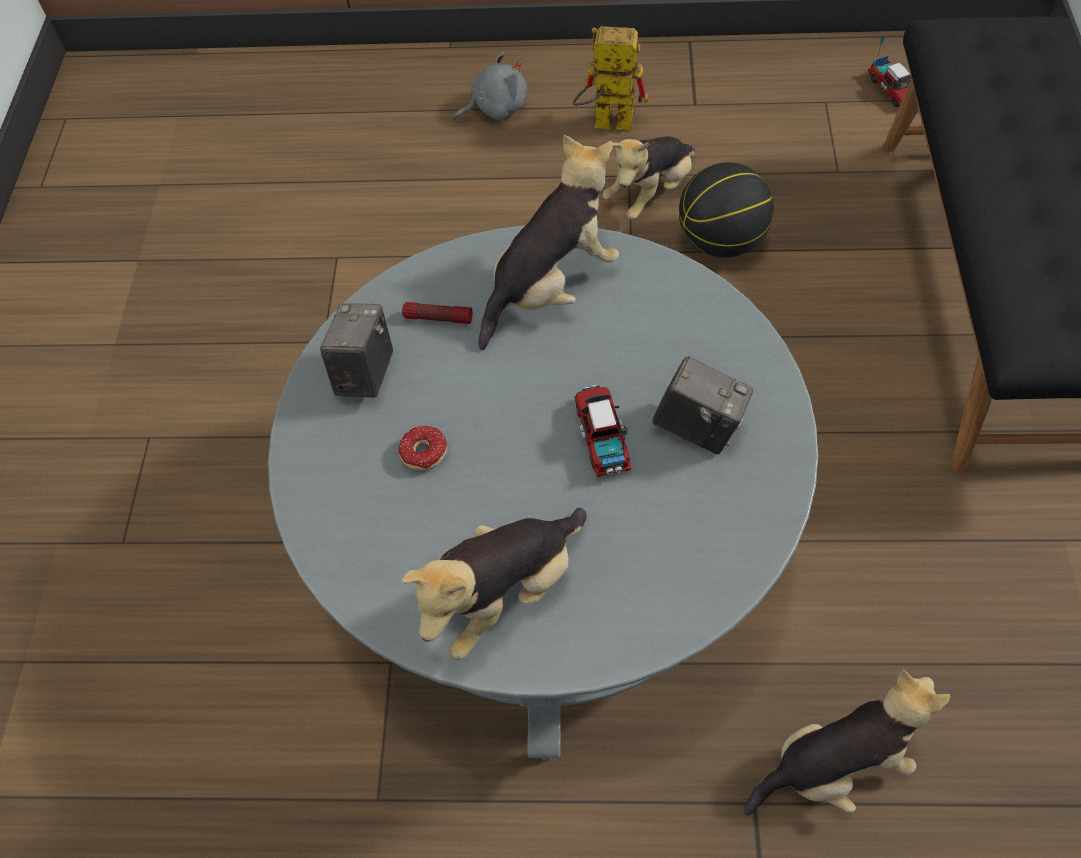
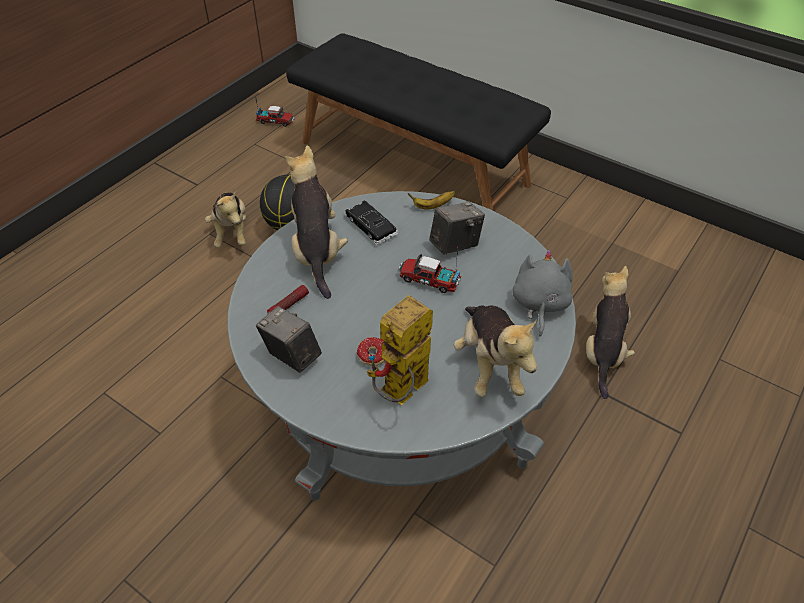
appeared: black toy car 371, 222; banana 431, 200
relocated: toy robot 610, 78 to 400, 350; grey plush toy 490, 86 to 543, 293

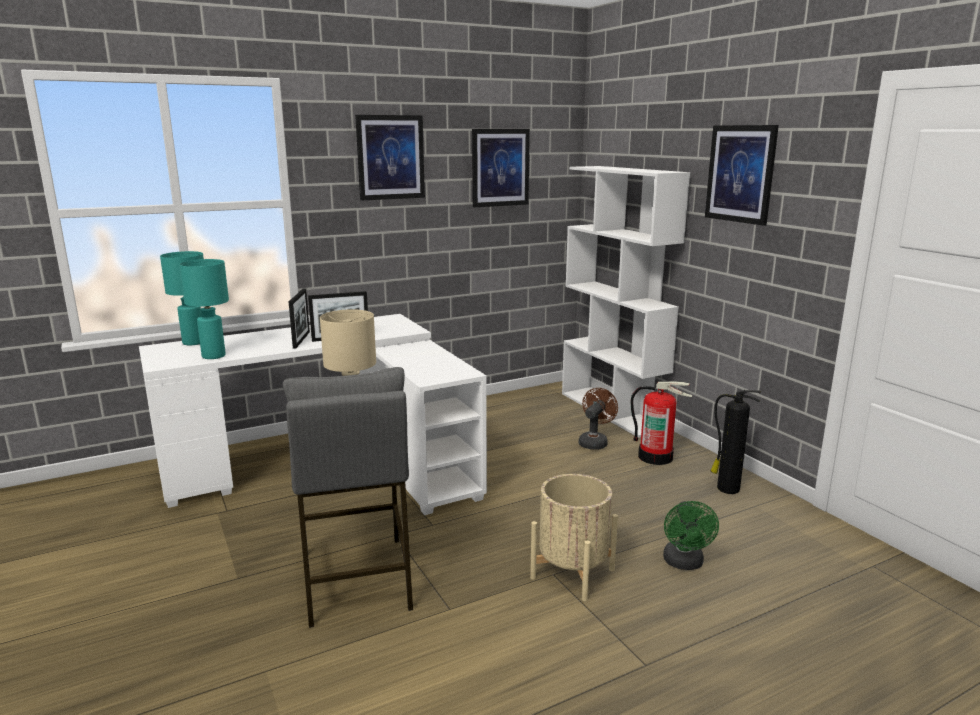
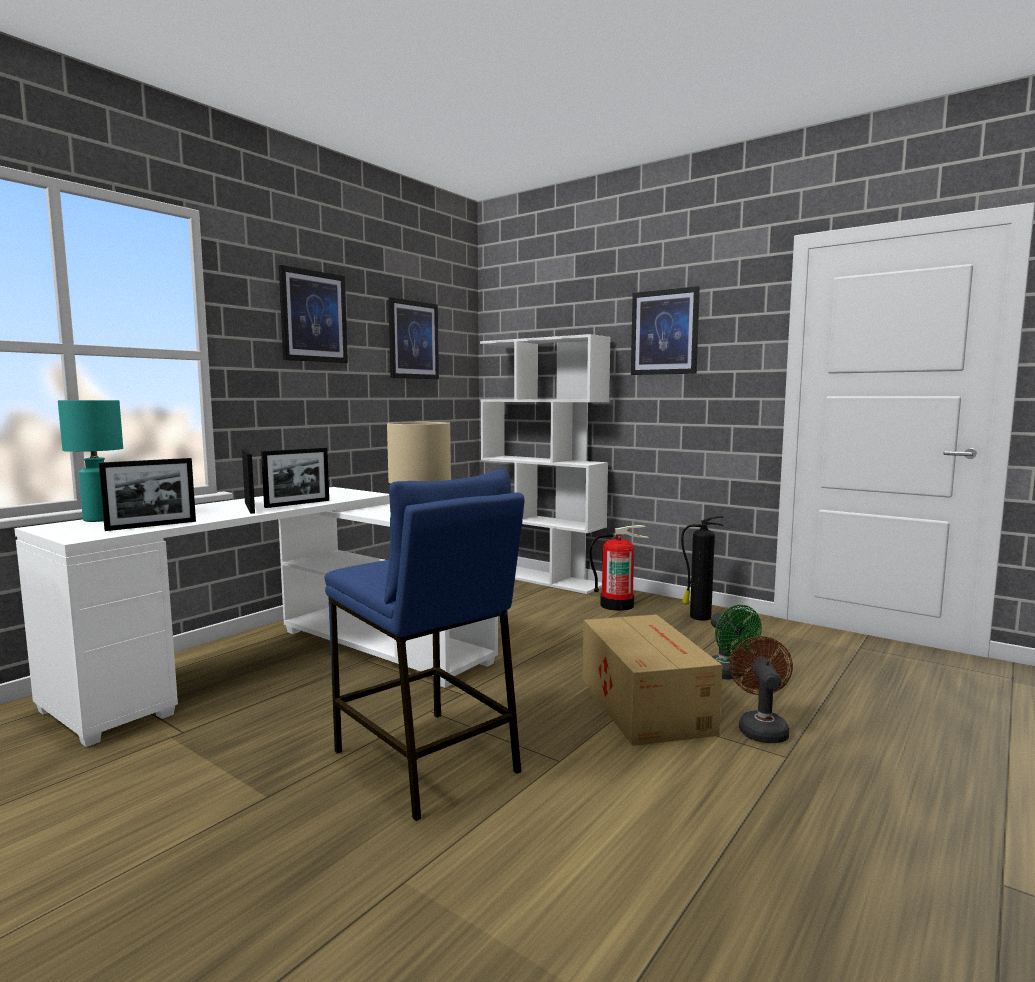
relocated: brown fan 598, 419 to 761, 689
exchanged: turquoise table lamp 204, 309 to picture frame 147, 494; beige planter 574, 537 to cardboard box 653, 680
colour: grey stool 348, 497 to blue stool 425, 645

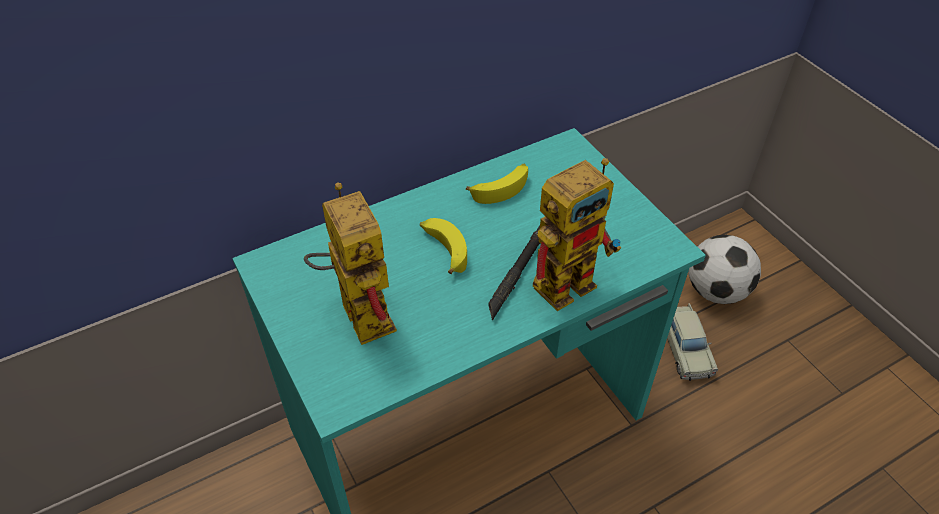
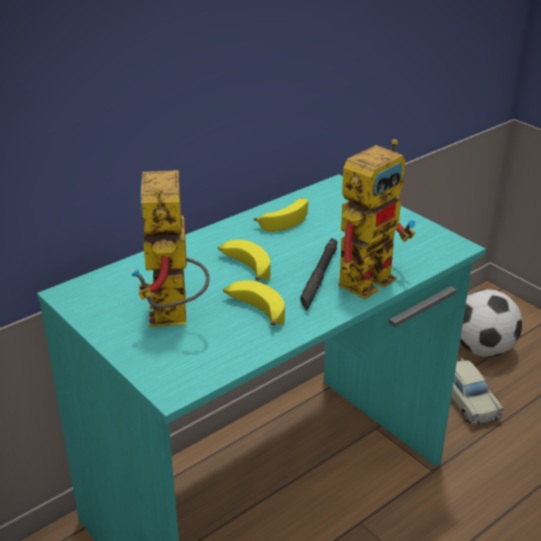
appeared: banana 254, 303
spun: toy robot 350, 264 = 170, 248 150 degrees counterclockwise

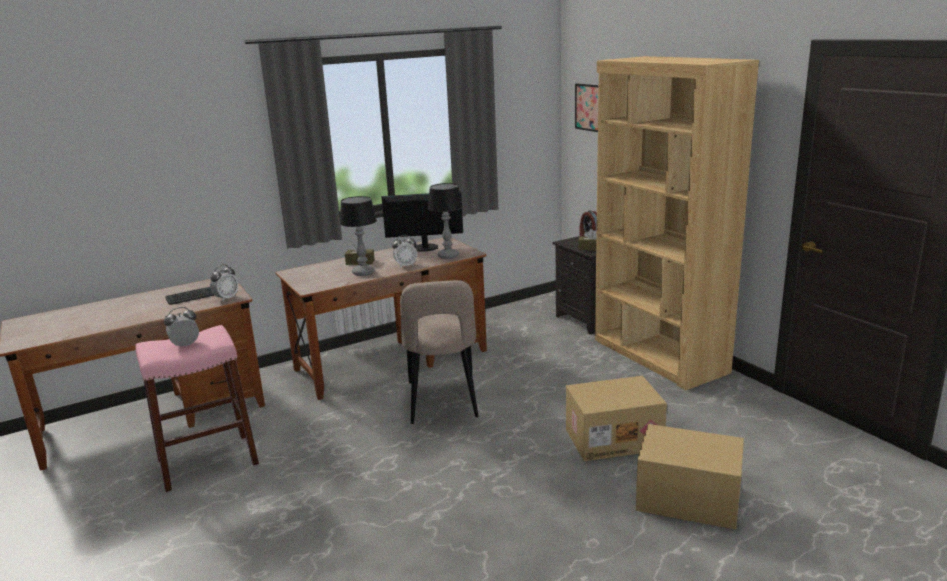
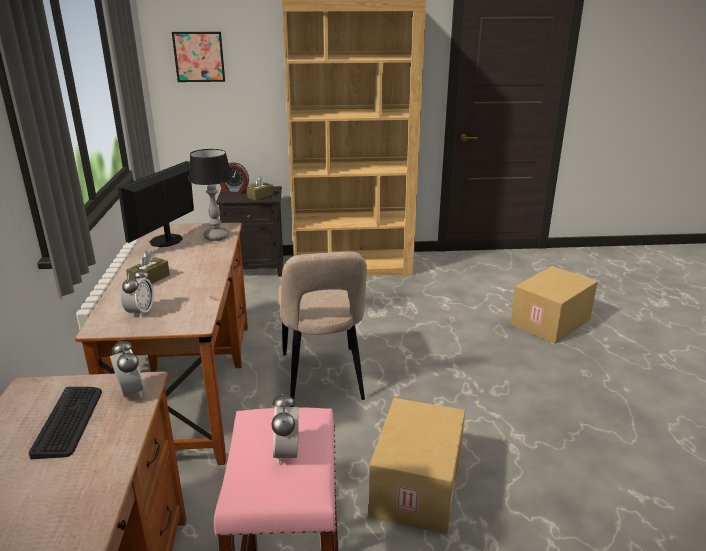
missing: table lamp 358, 236
relocated: alarm clock 404, 251 to 137, 292; cardboard box 616, 418 to 417, 466
spun: beige chair 439, 352 = 322, 329 60 degrees clockwise

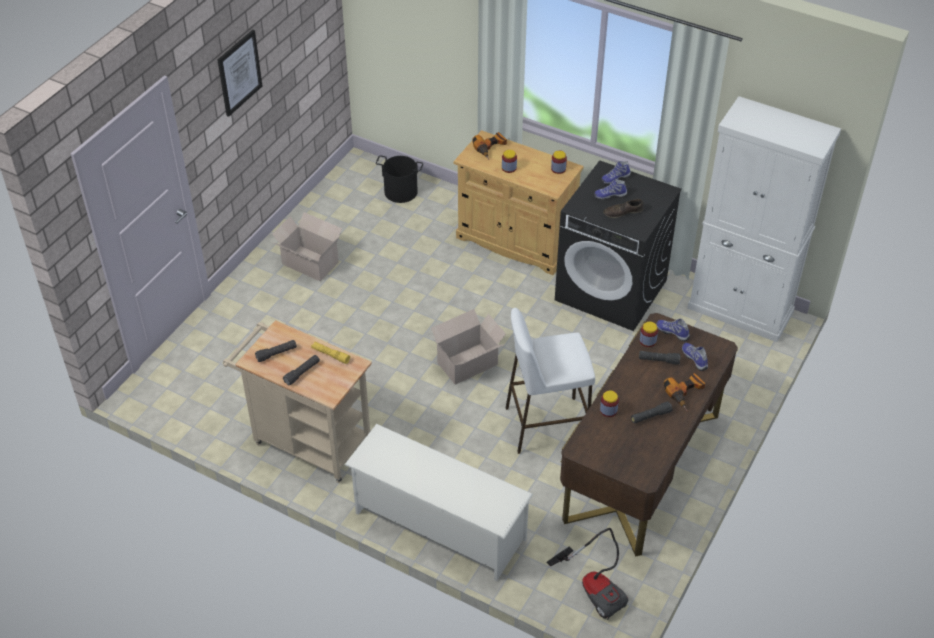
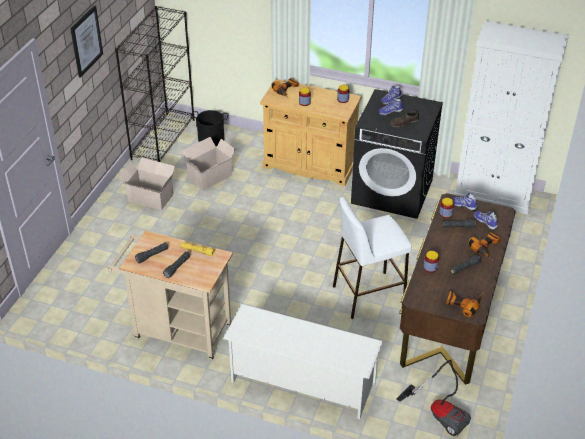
appeared: black bookcase 154, 84; power drill 465, 304
relocated: cardboard box 468, 347 to 208, 164

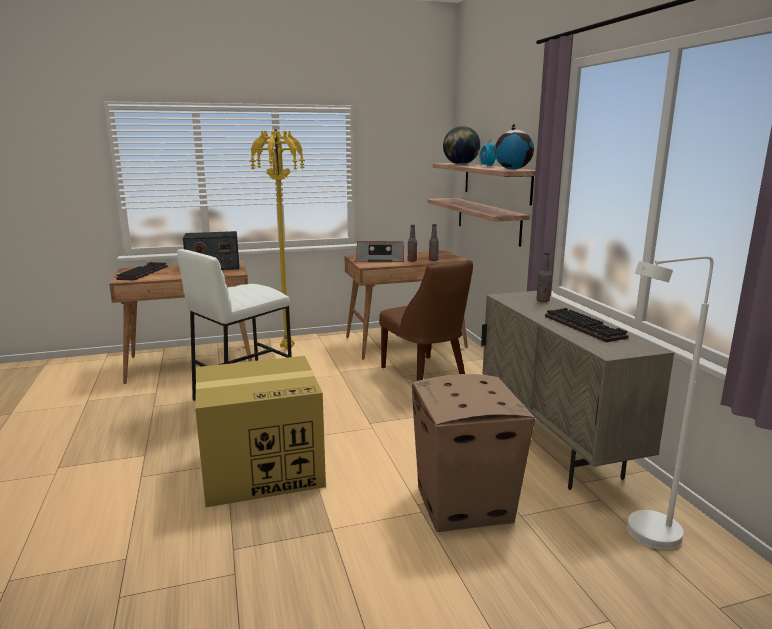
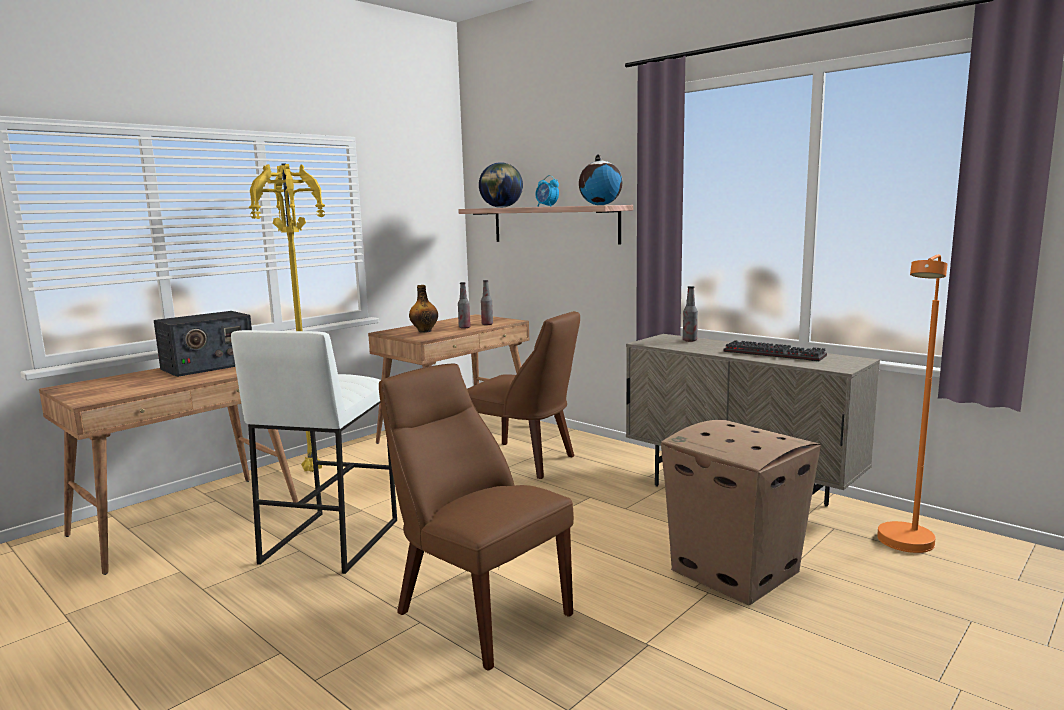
missing: keyboard 142, 271; shelf 478, 222
exchanged: cardboard box 260, 431 to brown chair 476, 517; radio 380, 251 to bottle 423, 309
colour: white floor lamp 670, 403 to orange floor lamp 912, 403

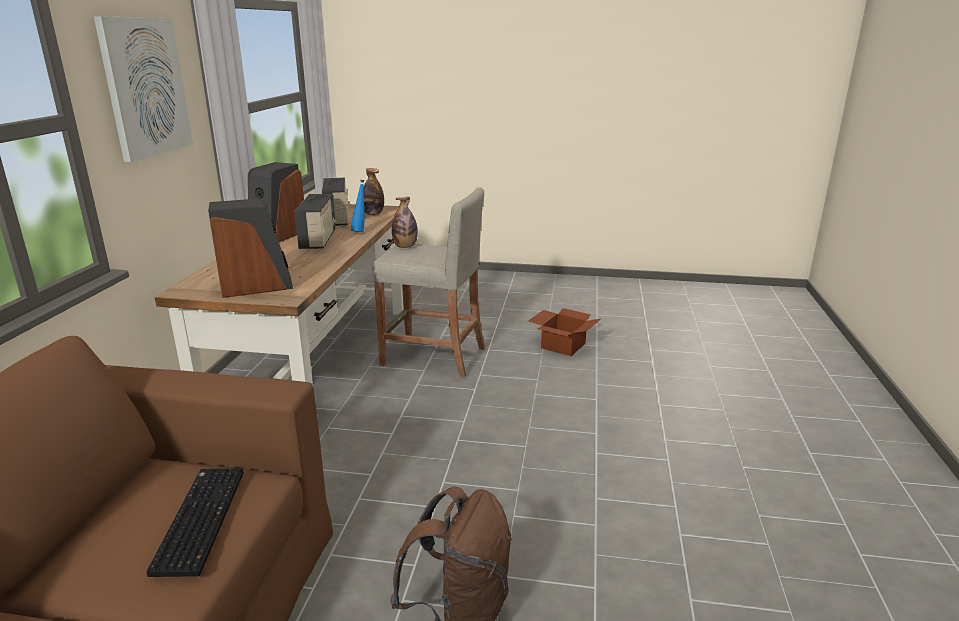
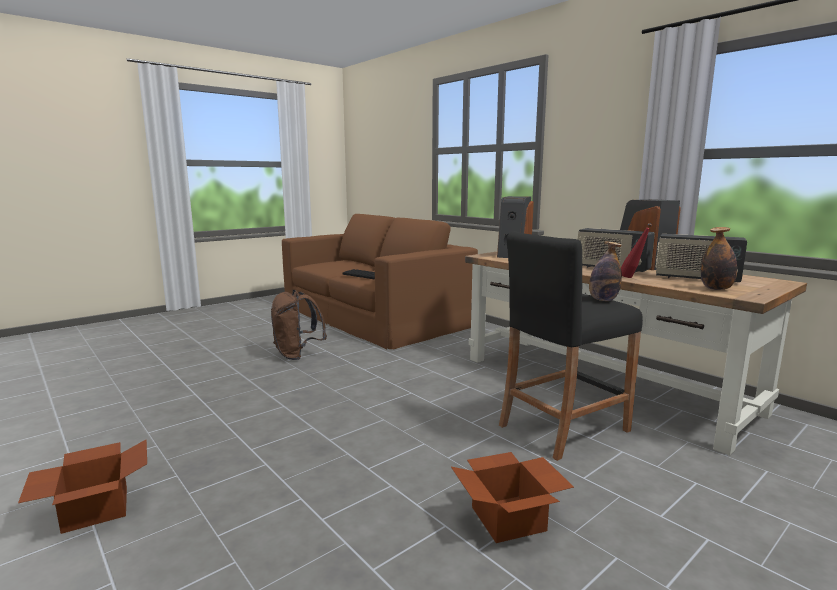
missing: picture 143, 89
appeared: cardboard box 82, 486
colour: beige stool 428, 282 to black stool 571, 346; blue bottle 358, 206 to red bottle 636, 250

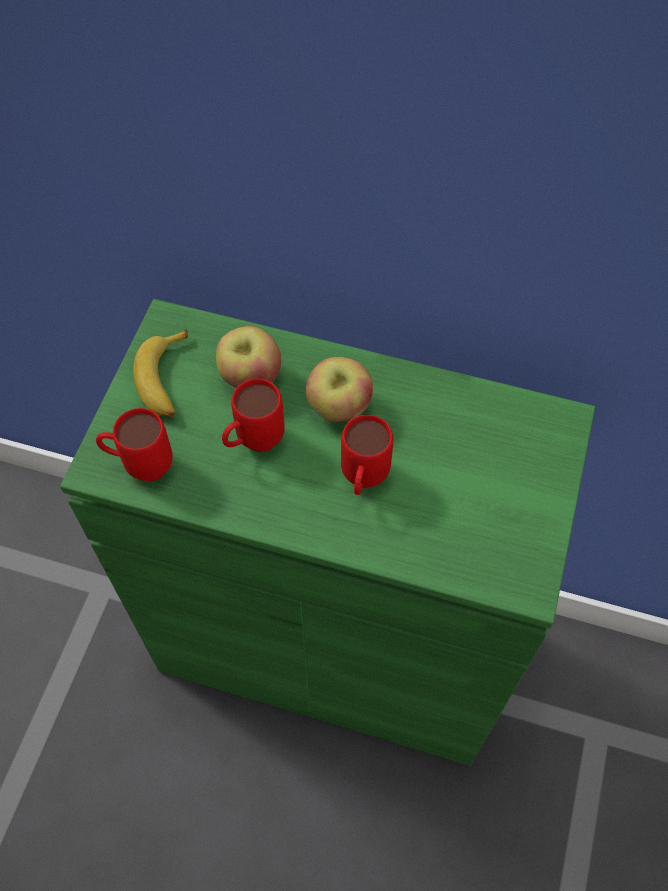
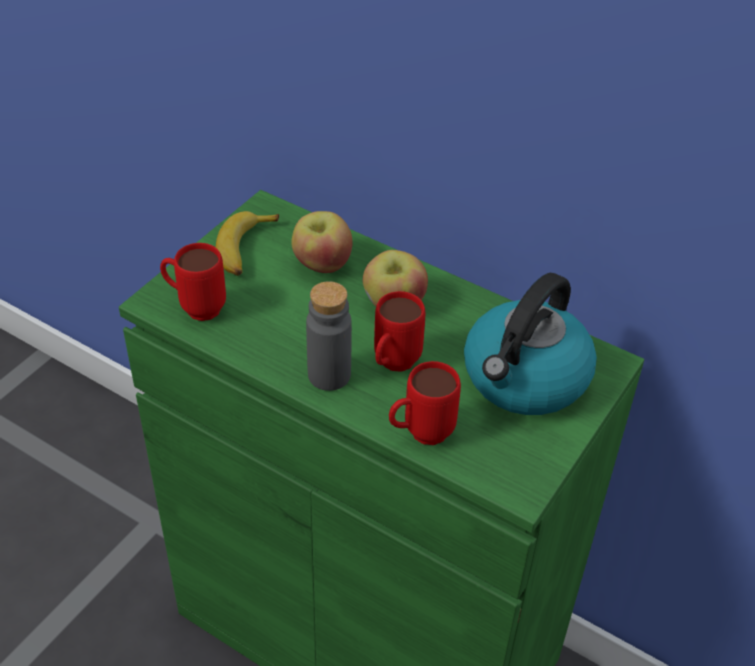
appeared: grey bottle 329, 336; kettle 530, 344
relocated: red mug 253, 415 to 425, 403

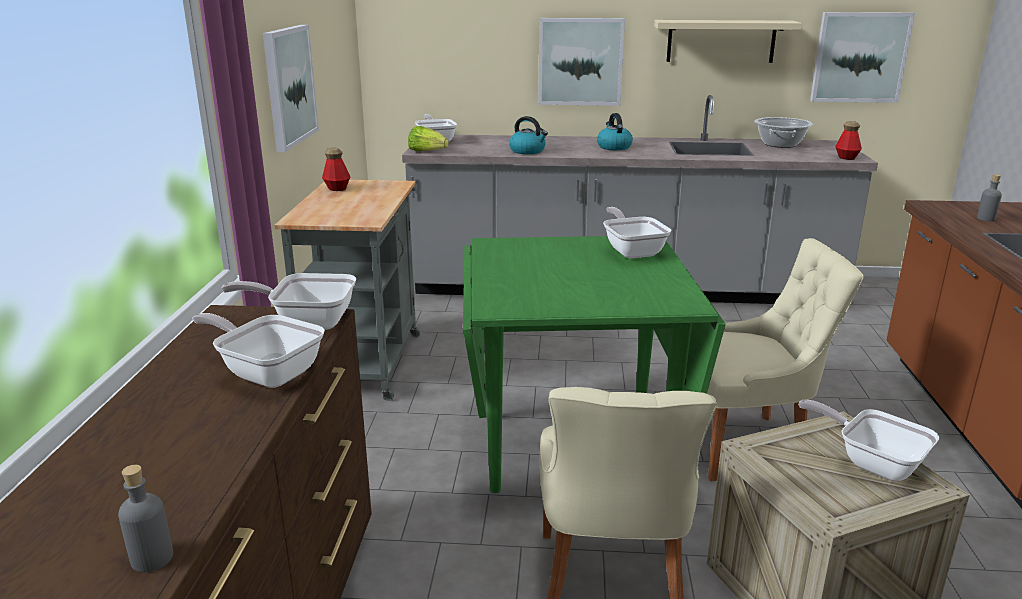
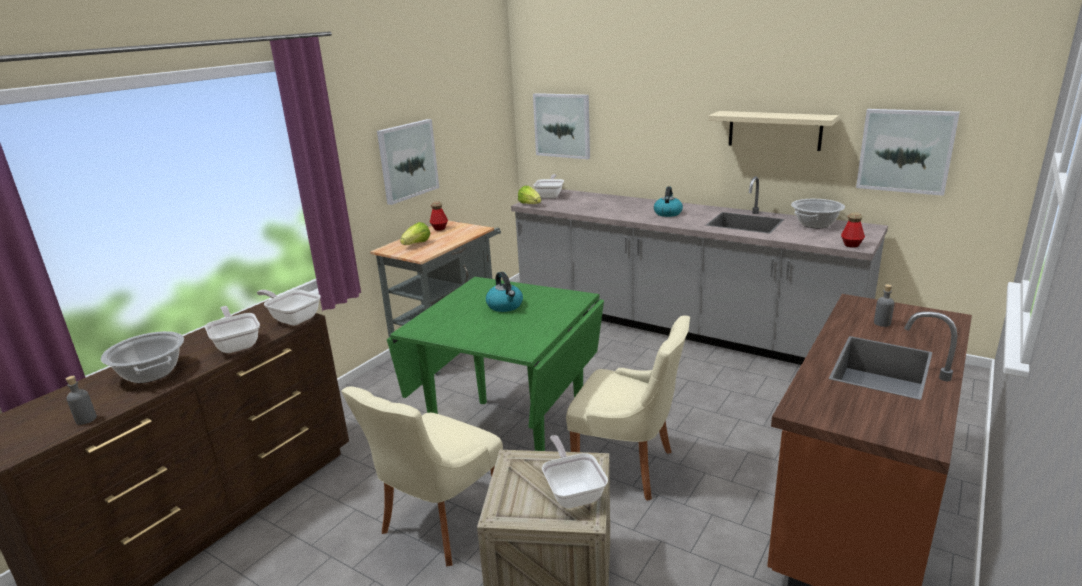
missing: frying pan 637, 233
appeared: cooking pot 142, 357; lettuce 415, 233
relocated: kettle 528, 135 to 504, 292; picture 581, 62 to 561, 126

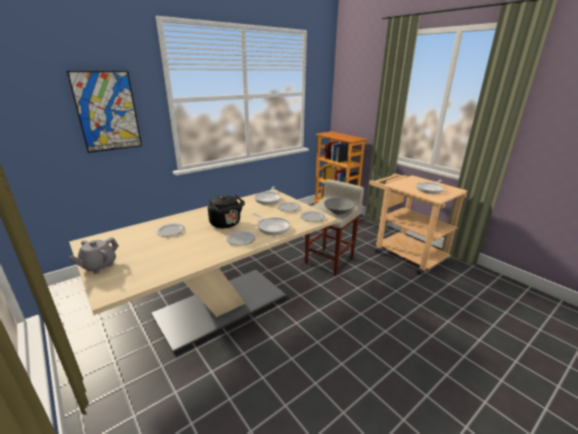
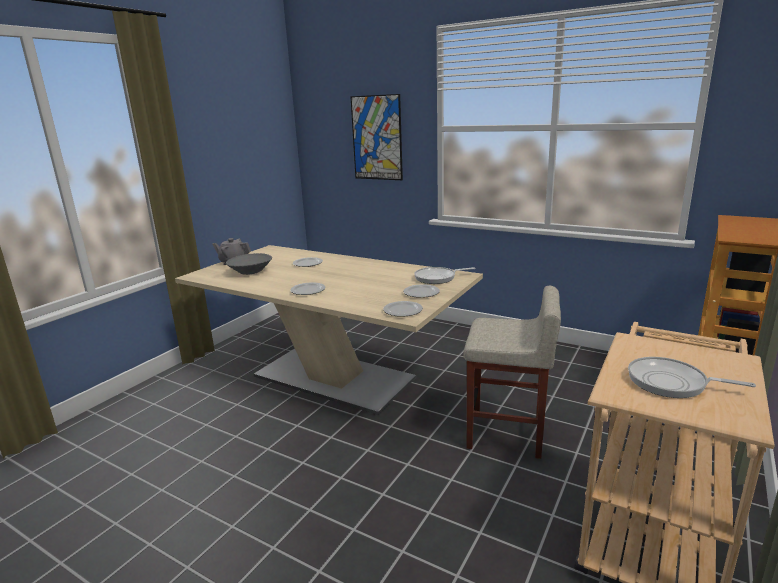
missing: black kettle 226, 211; frying pan 271, 224
relocated: grey bowl 339, 206 to 249, 264

